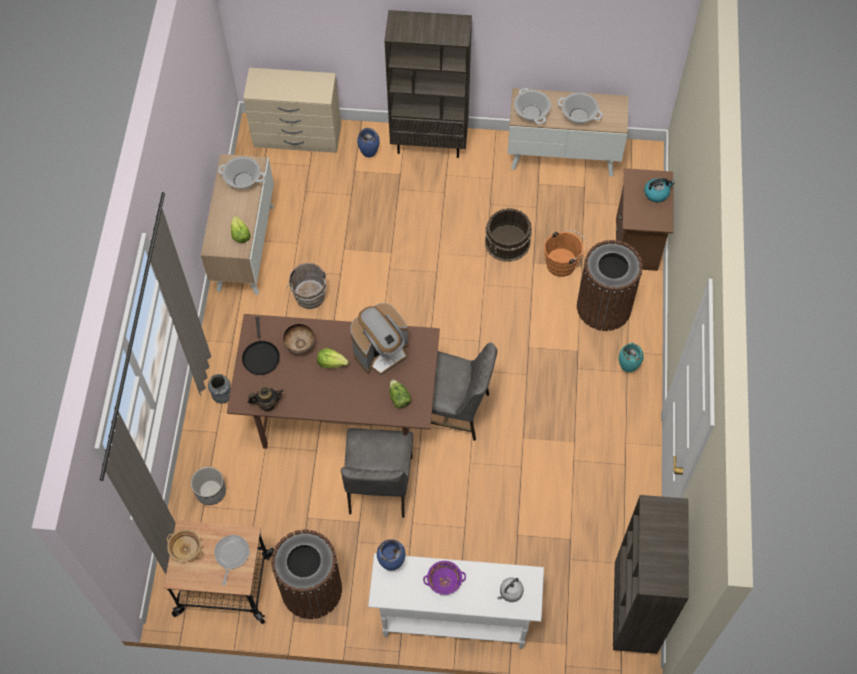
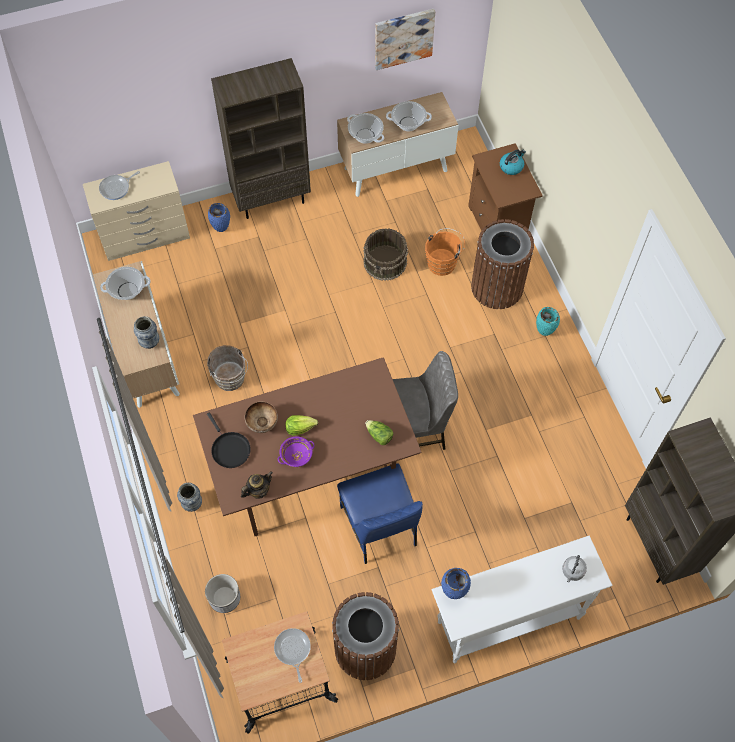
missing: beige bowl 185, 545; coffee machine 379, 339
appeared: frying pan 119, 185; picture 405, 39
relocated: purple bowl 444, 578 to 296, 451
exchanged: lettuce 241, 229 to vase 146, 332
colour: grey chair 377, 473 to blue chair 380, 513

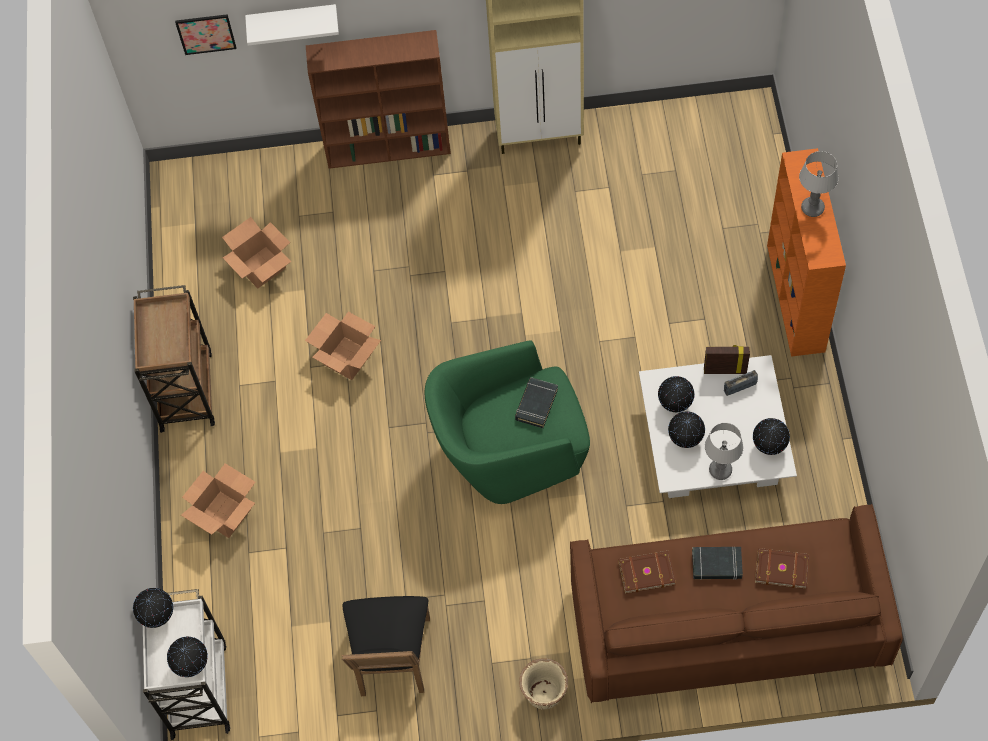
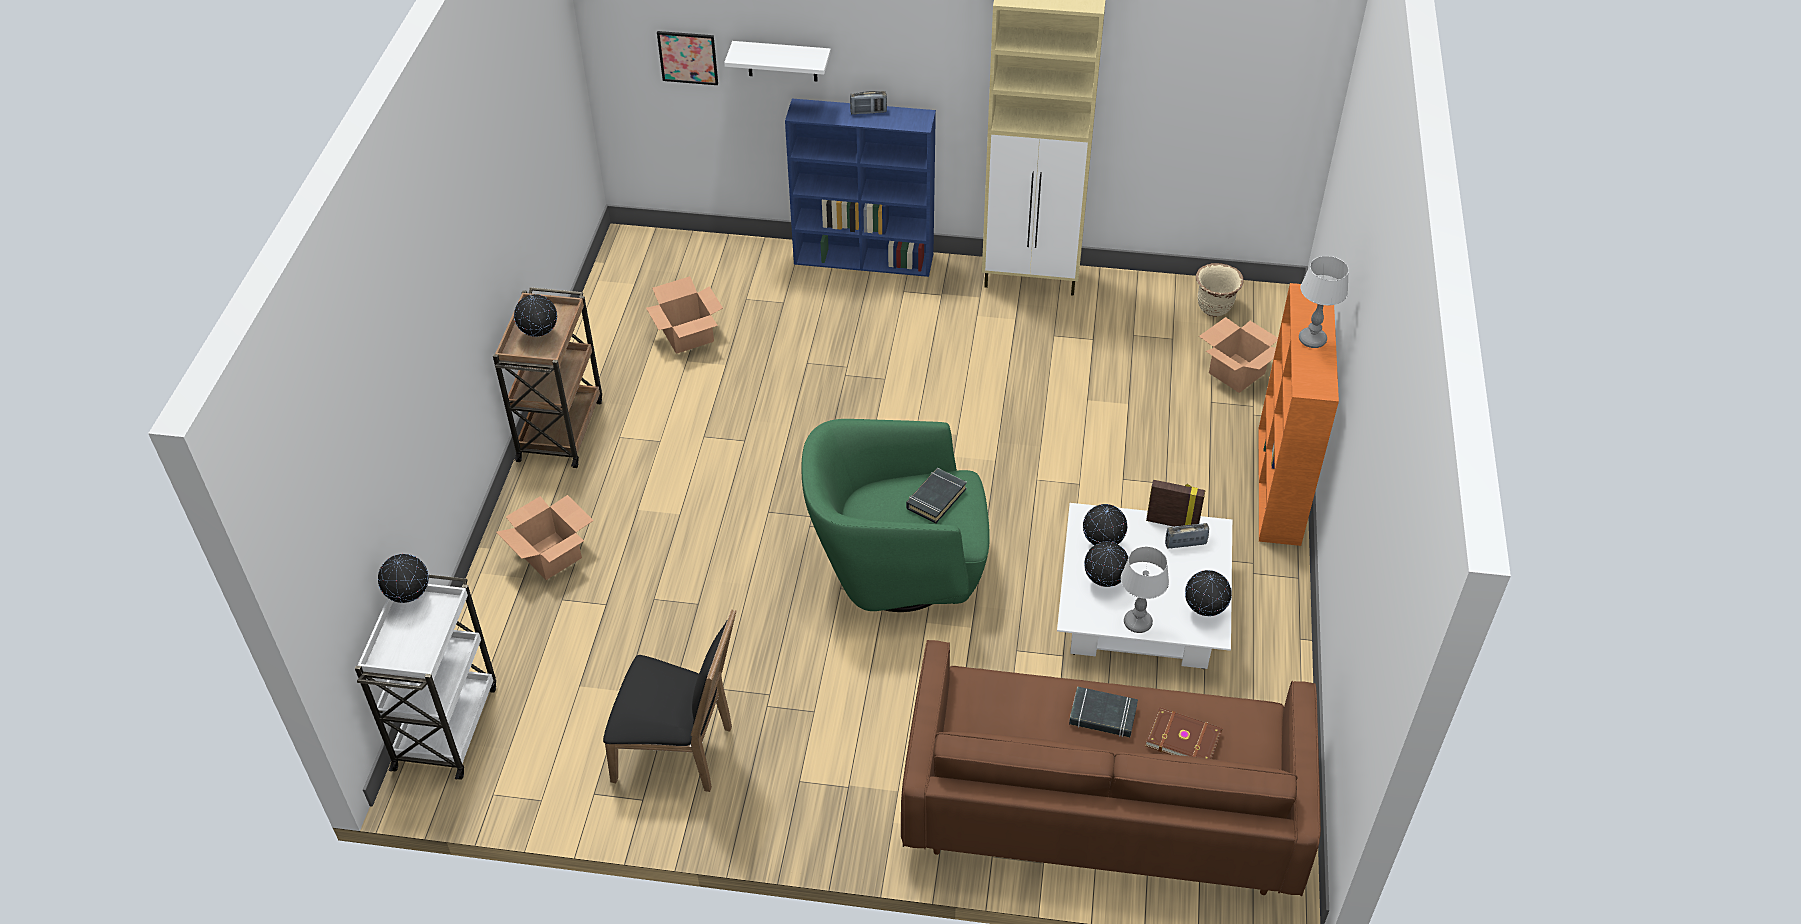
missing: brown book 647, 572
appeared: radio 868, 103
relocated: globe 187, 657 to 535, 315; beige planter 543, 684 to 1220, 290; cardboard box 343, 346 to 1238, 355
colour: brown bookcase 378, 99 to blue bookcase 860, 188
spun: black chair 385, 646 = 669, 700 90 degrees counterclockwise

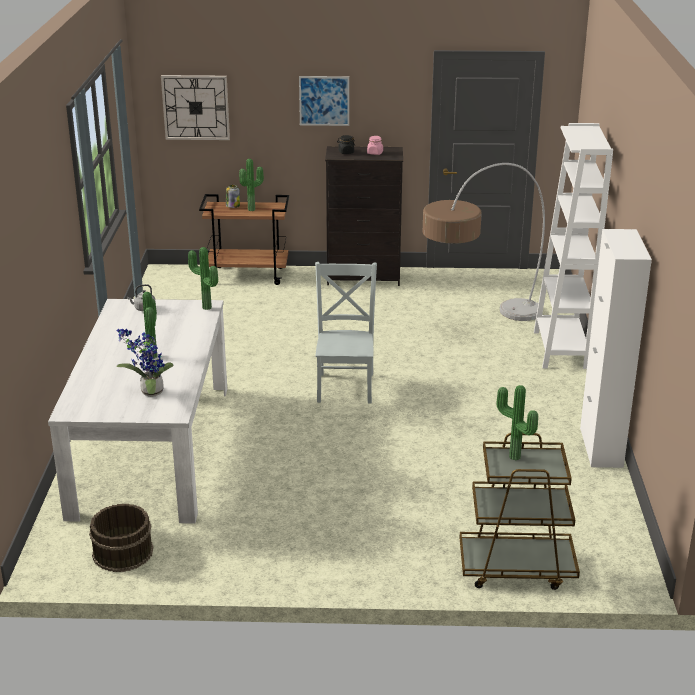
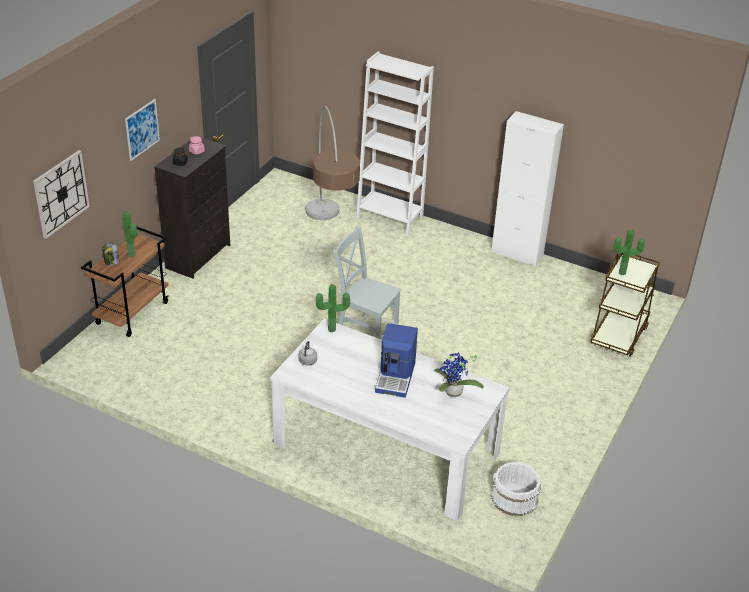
exchanged: potted plant 150, 325 to coffee machine 396, 360
colour: brown bucket 121, 538 to white bucket 516, 489

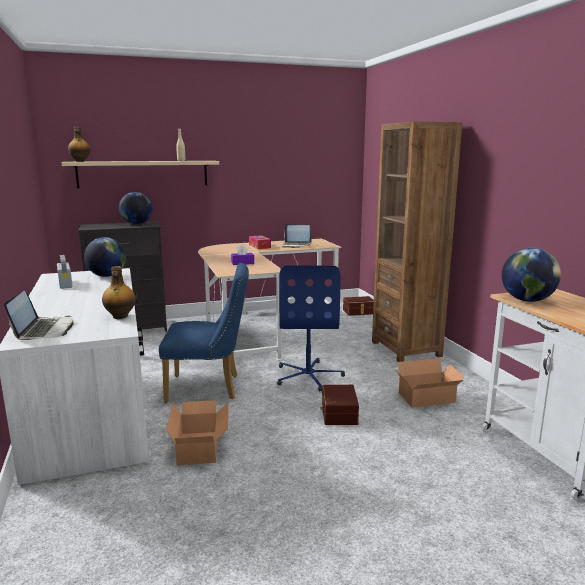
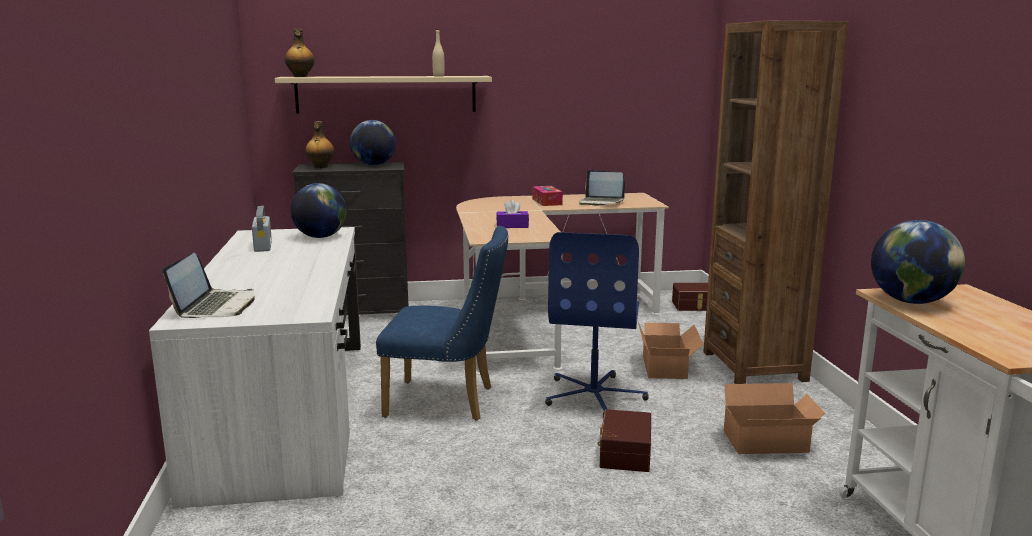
relocated: bottle 119, 292 to 319, 144; cardboard box 197, 432 to 670, 349

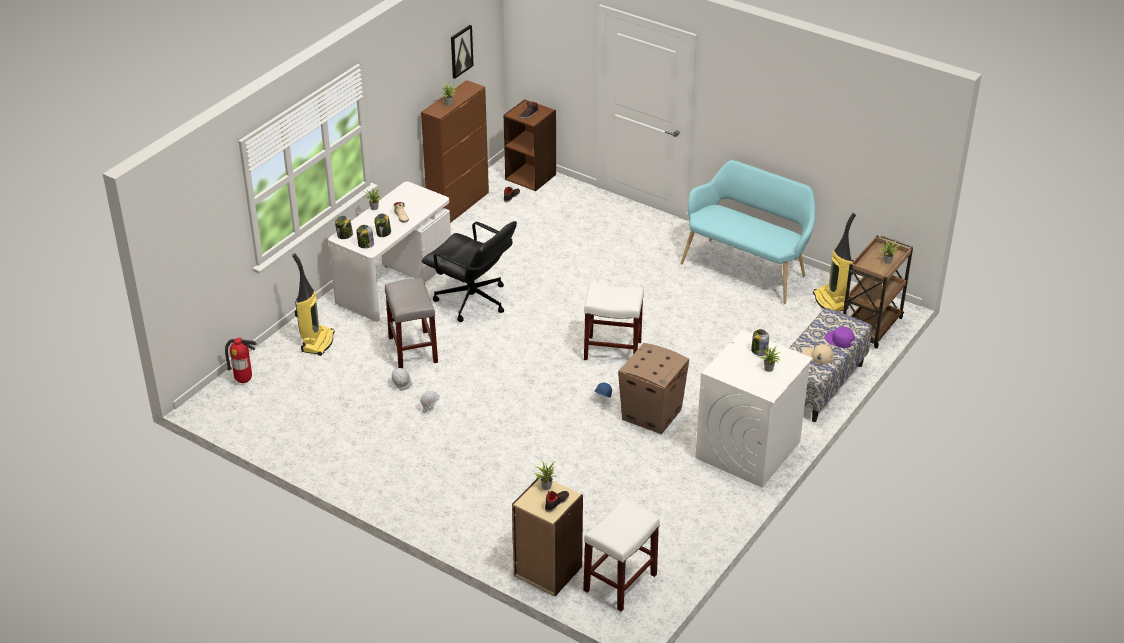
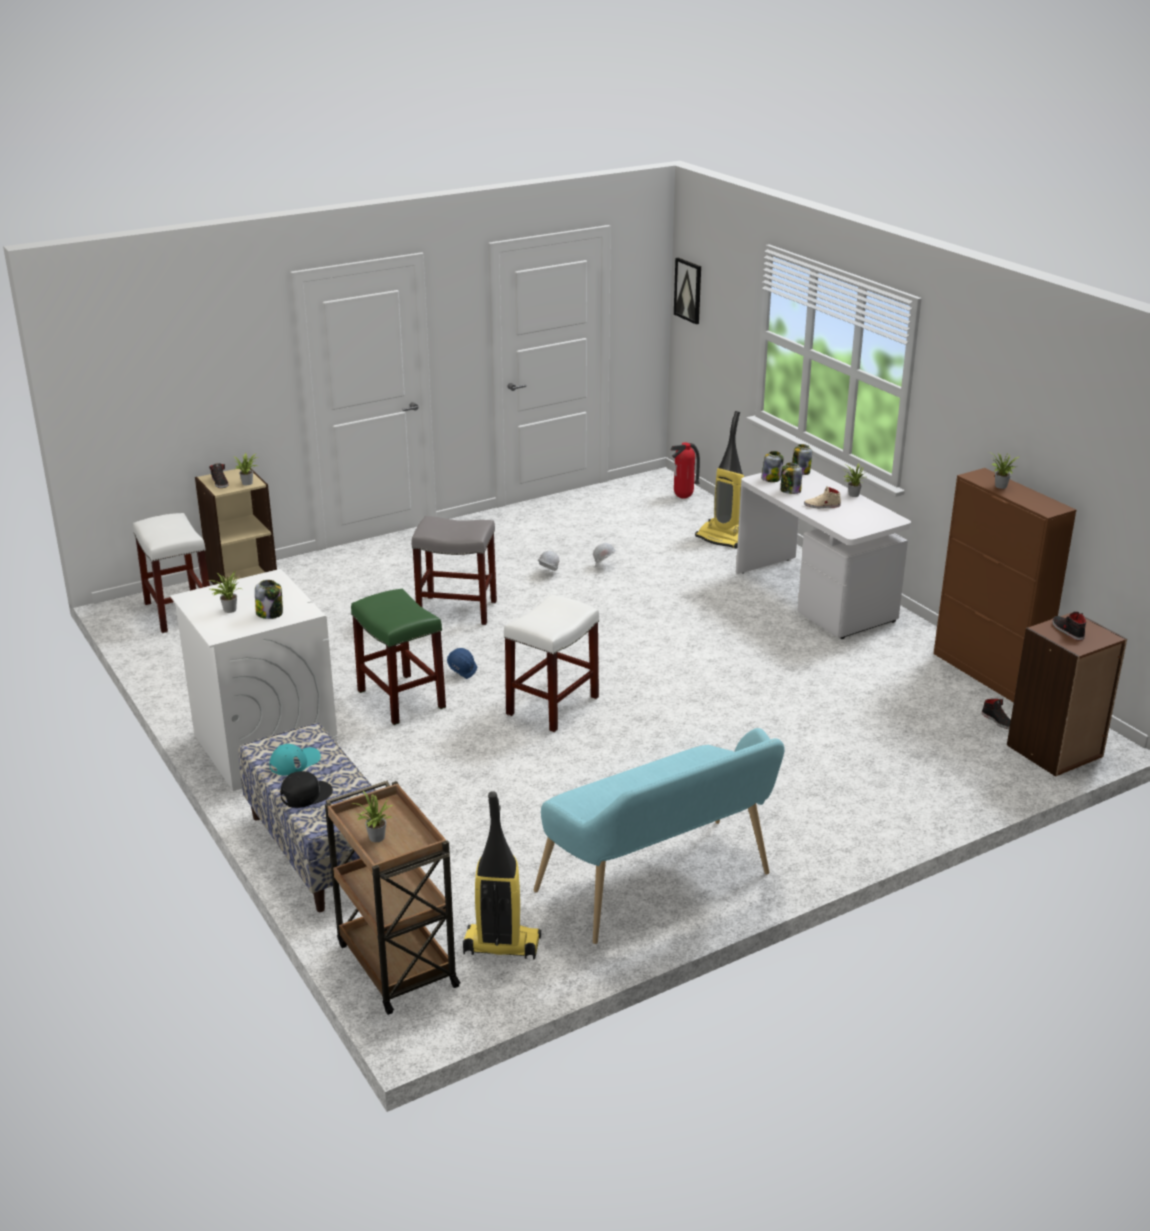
missing: black office chair 469, 271
relocated: grey stool 411, 323 to 454, 570; picture 462, 52 to 687, 290
exchanged: cardboard box 653, 388 to green stool 398, 657
colour: beige cap 818, 354 to turquoise cap 295, 759; purple cap 840, 337 to black cap 306, 789

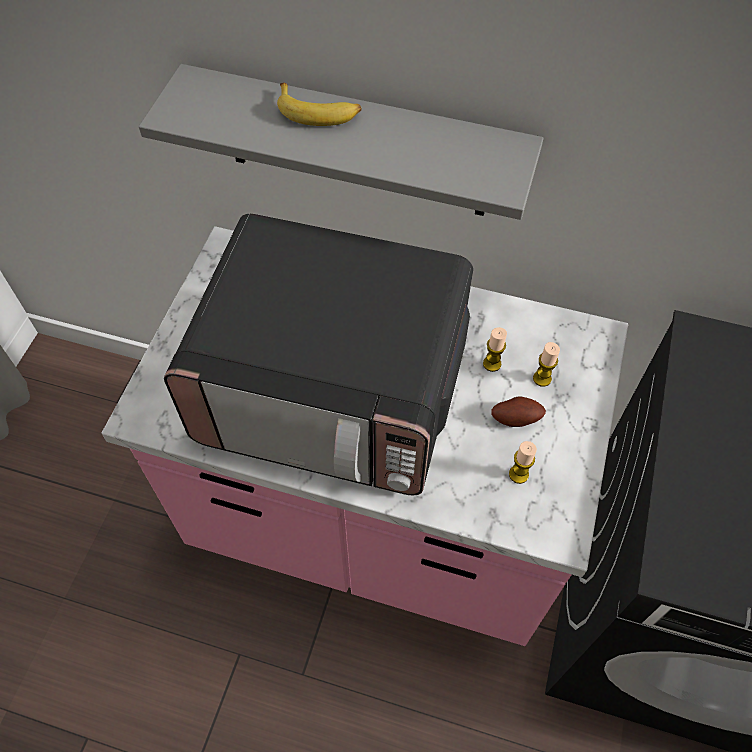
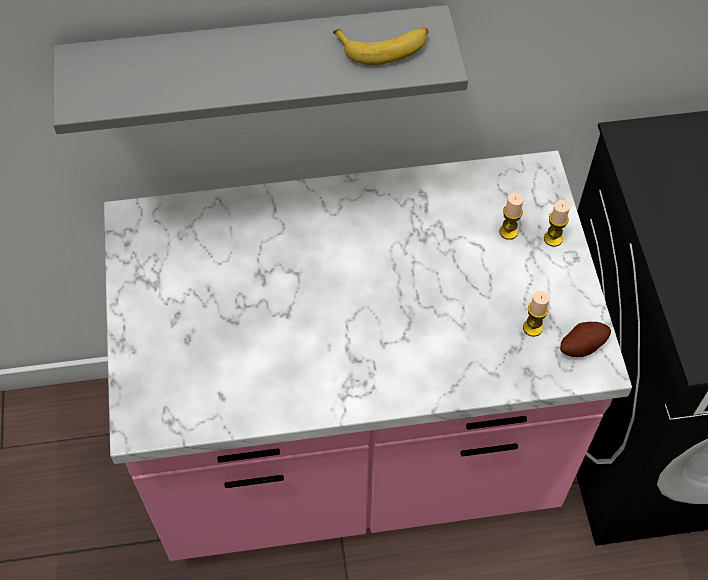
missing: microwave 318, 354
relocated: banana 319, 104 to 380, 46; candle 495, 349 to 557, 223; potato 518, 411 to 585, 339

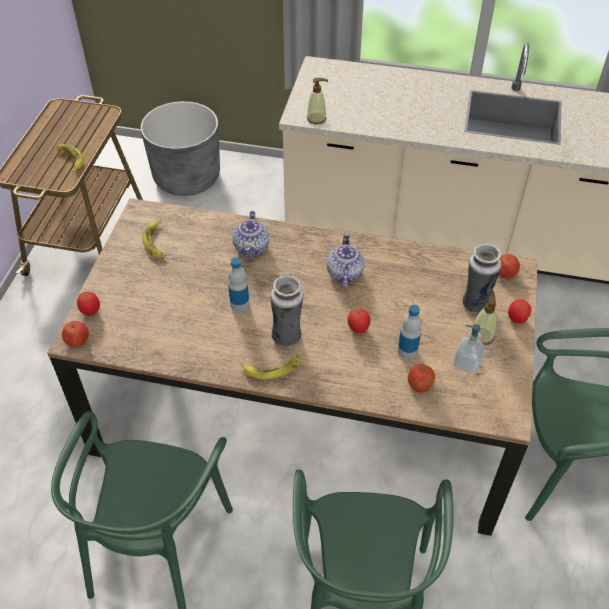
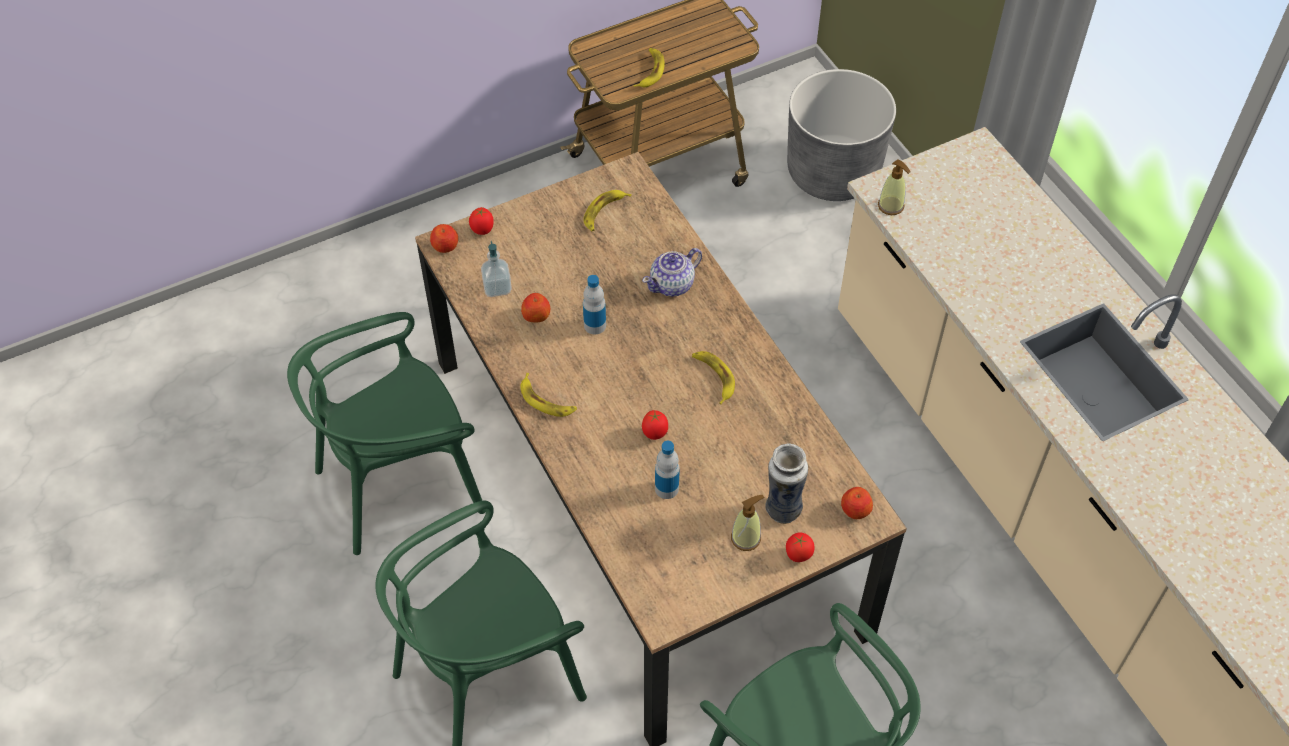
missing: vase 287, 311
relocated: soap dispenser 469, 349 to 496, 269; apple 421, 378 to 535, 307
exchanged: teapot 346, 260 to banana 713, 378

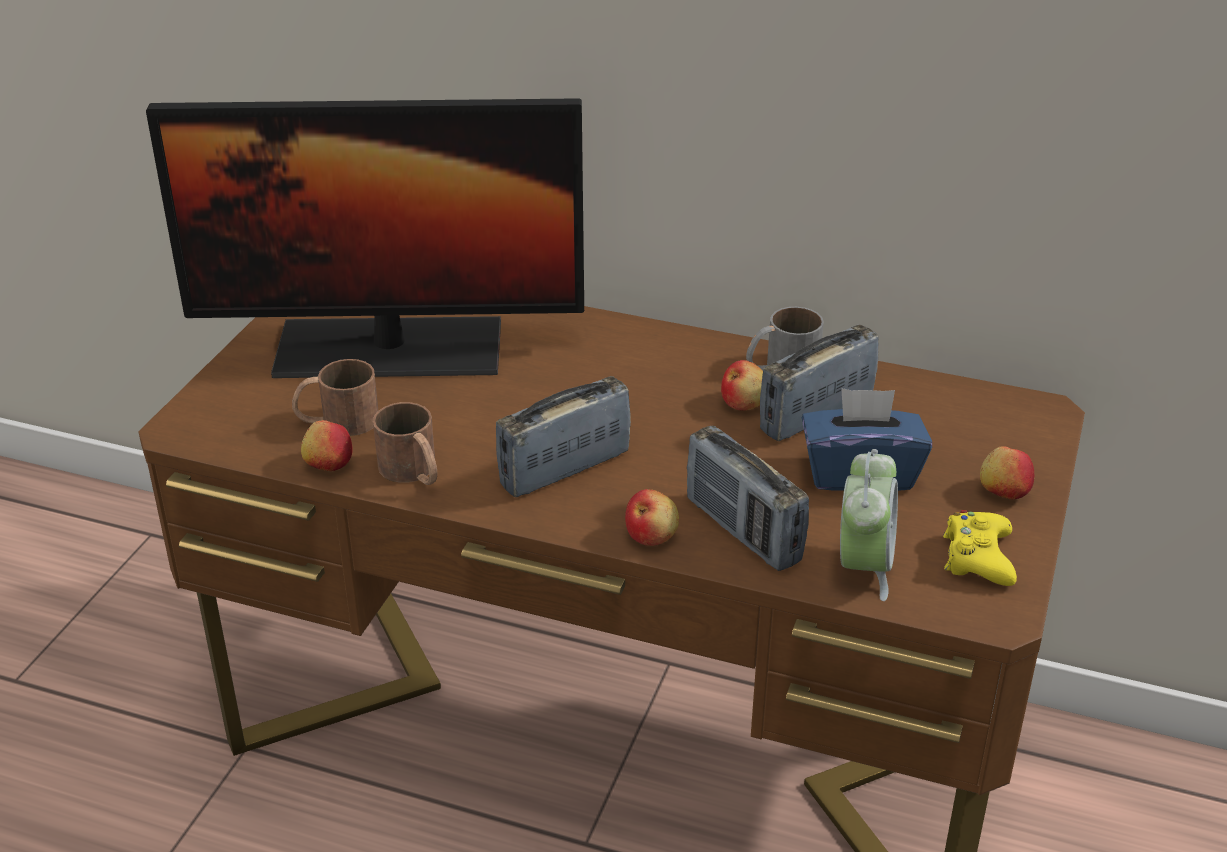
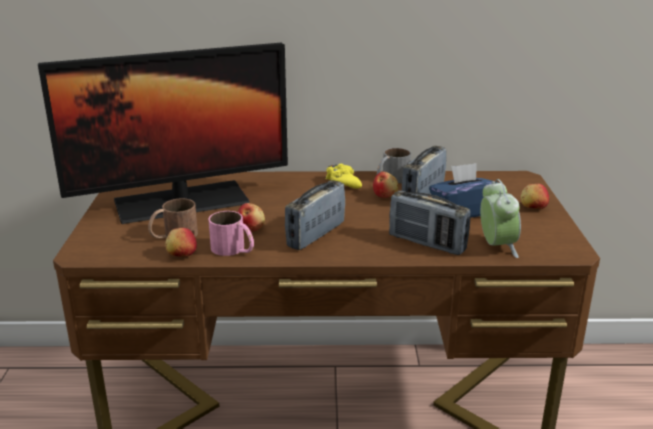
relocated: apple 652, 517 to 251, 217; yellow game controller 980, 548 to 343, 176
colour: brown mug 405, 443 to pink mug 231, 233

